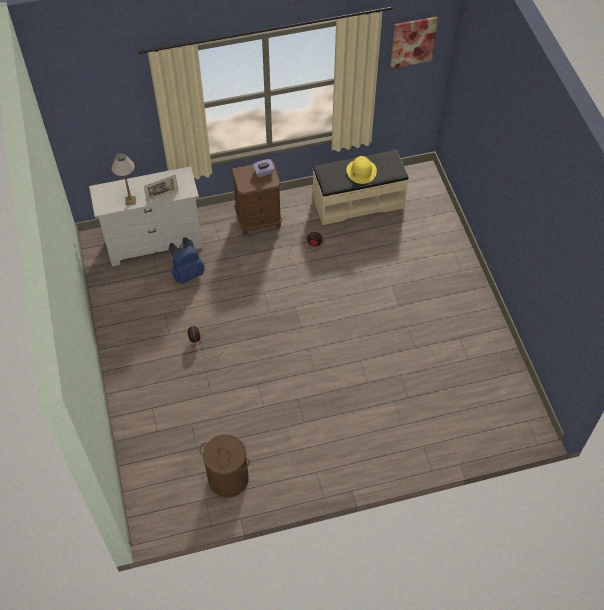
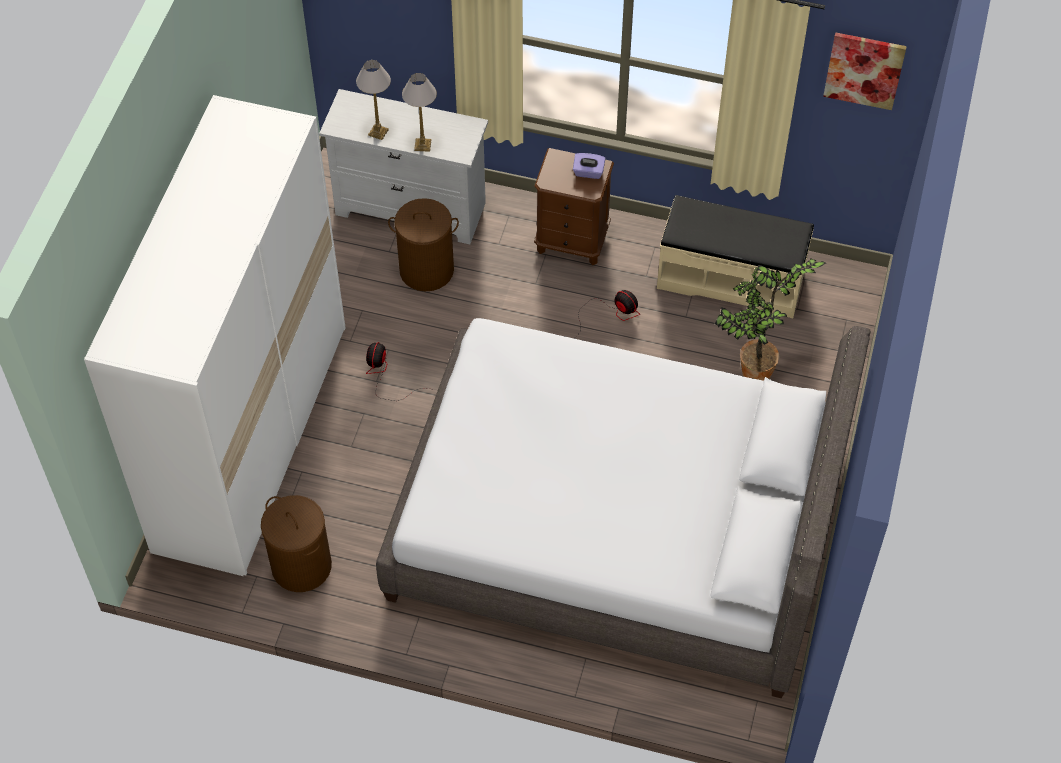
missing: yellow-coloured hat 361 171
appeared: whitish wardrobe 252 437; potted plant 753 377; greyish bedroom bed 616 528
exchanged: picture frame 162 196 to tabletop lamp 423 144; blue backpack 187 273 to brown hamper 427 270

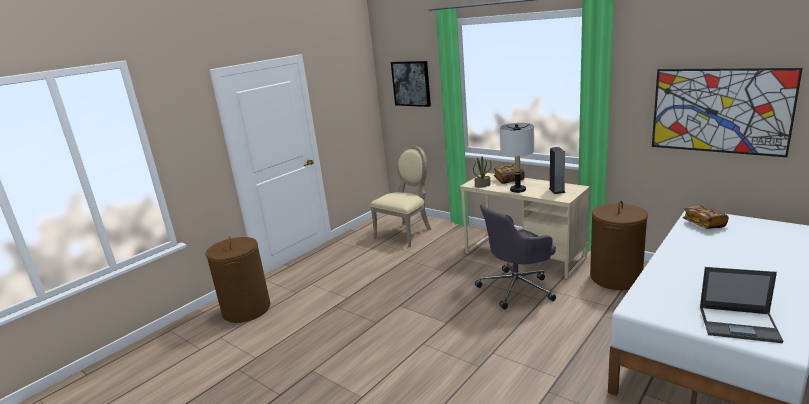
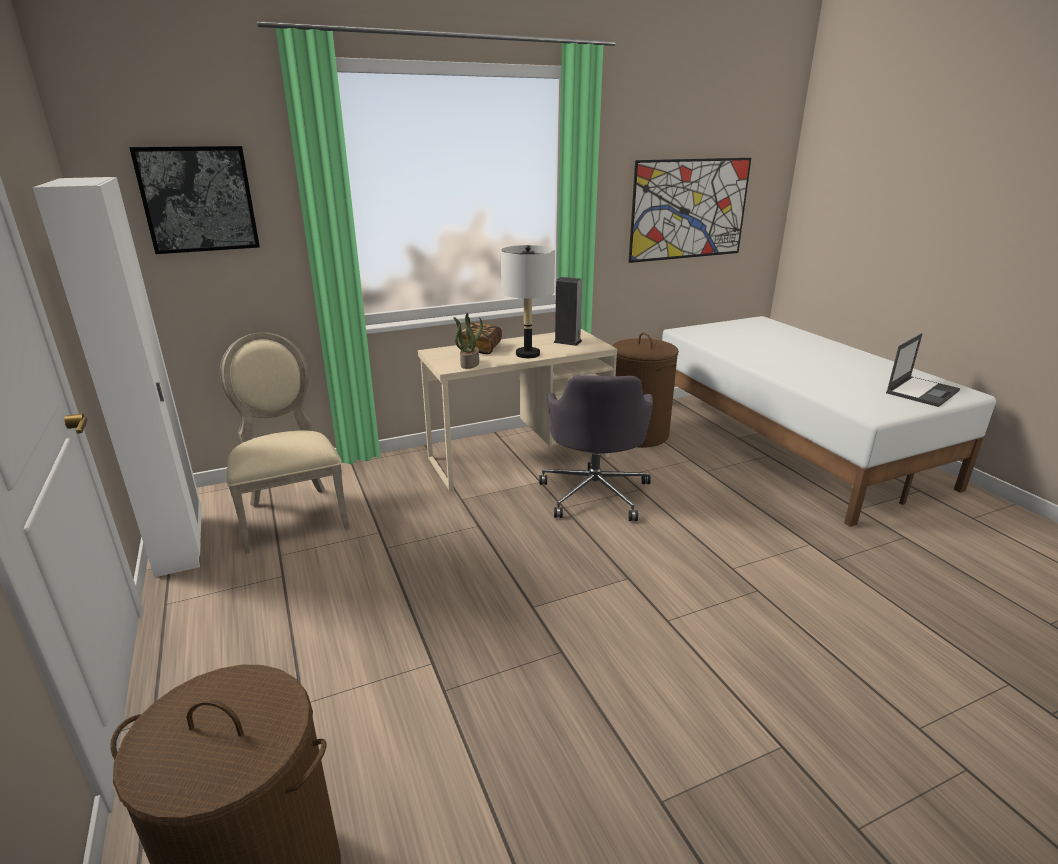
missing: book 703 224
appeared: whitish wardrobe 181 544

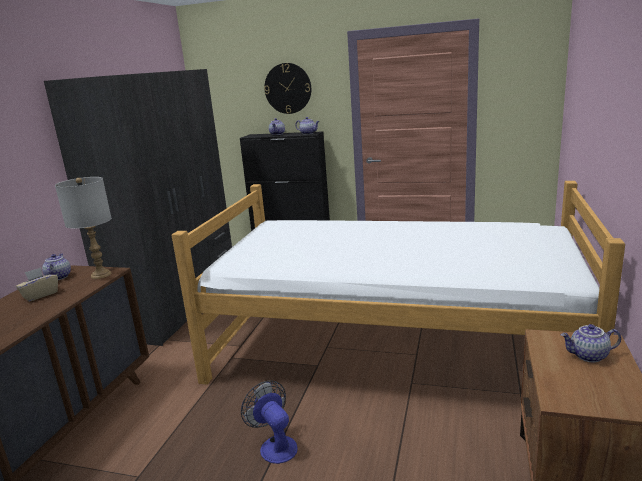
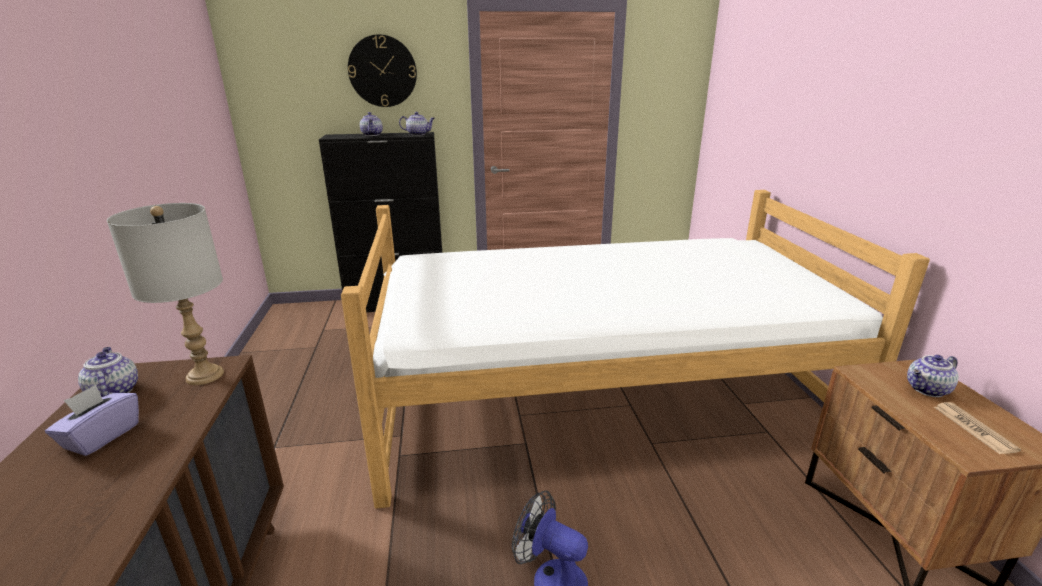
missing: greyish wardrobe 179 304
appeared: printed paper 974 428
colour: sand-coloured box of tissues 40 295 to purple-coloured box of tissues 102 436

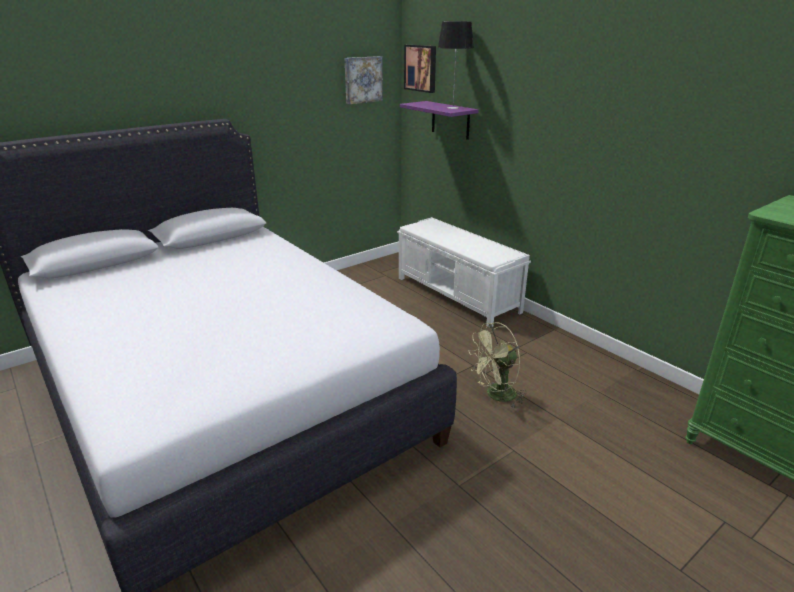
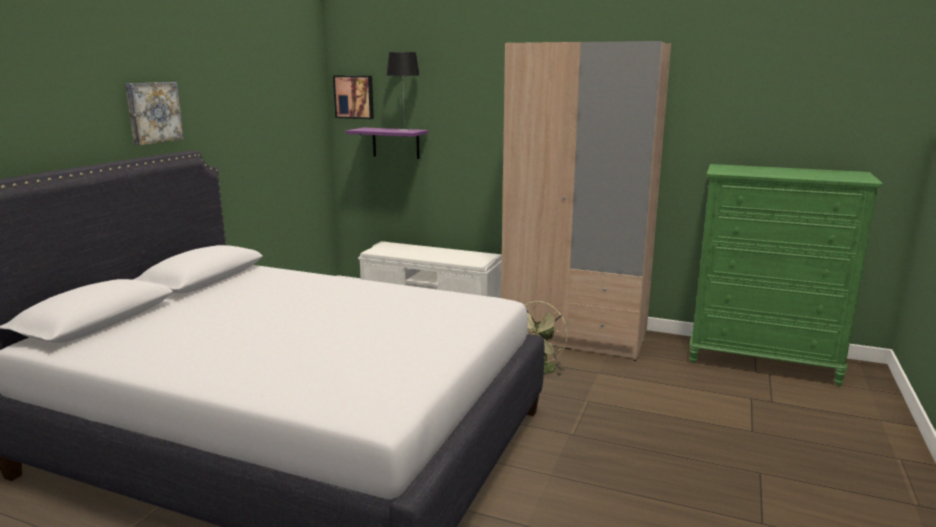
appeared: sand-coloured wardrobe 575 336
relocated: picture 362 79 to 153 112

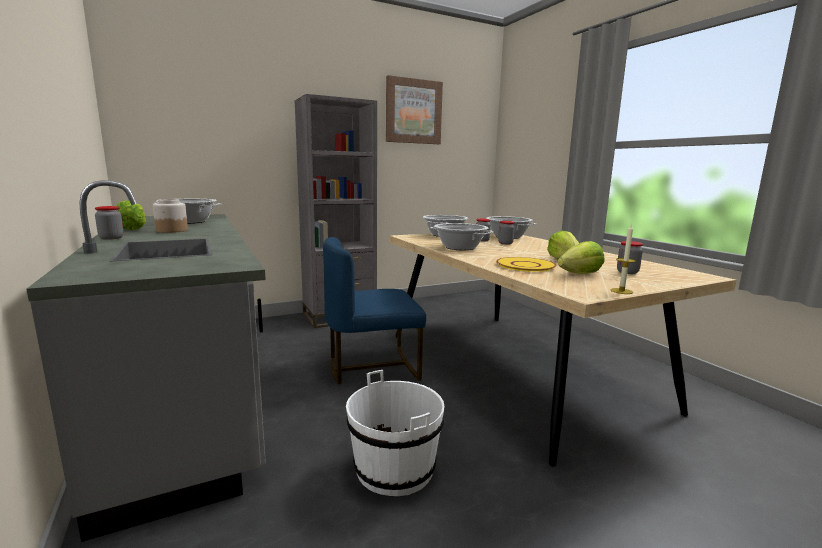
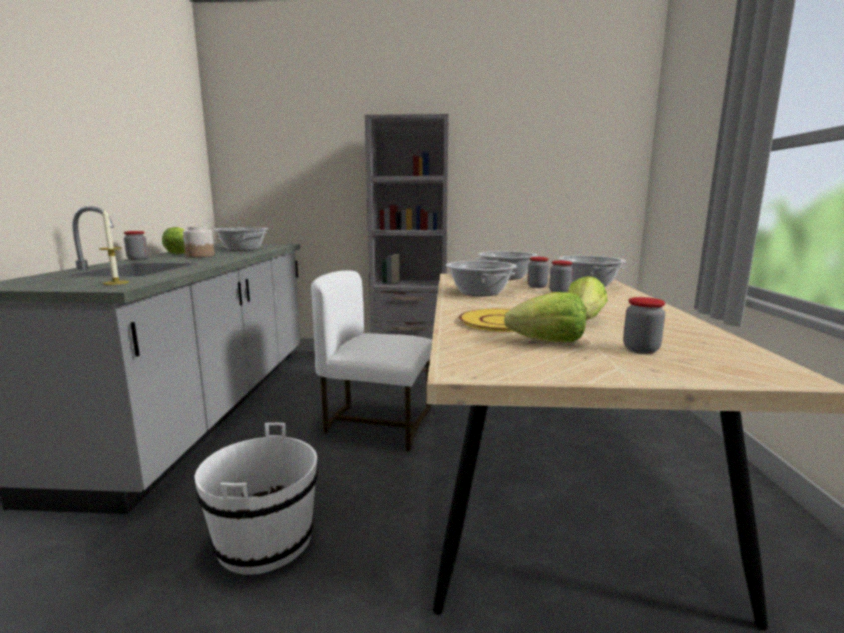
missing: picture 413 111
relocated: wax candle 621 291 to 116 283
colour: blue chair 372 367 to whitish chair 377 423

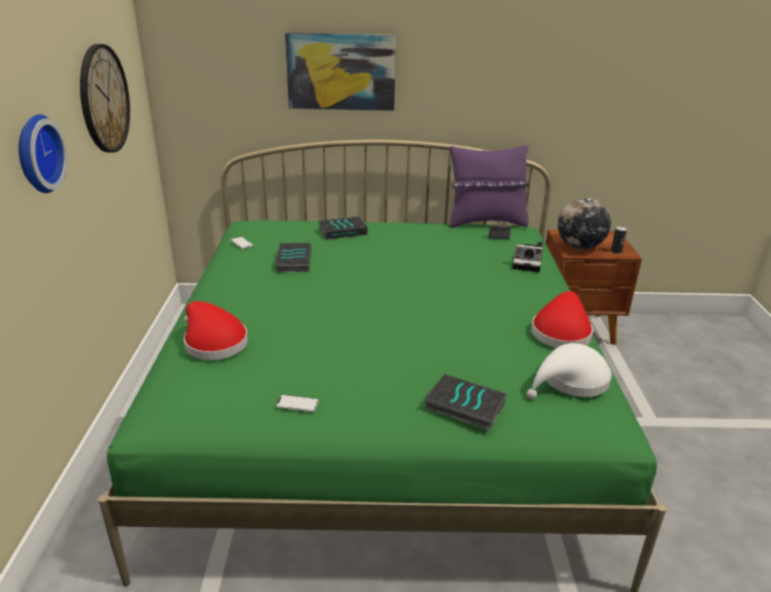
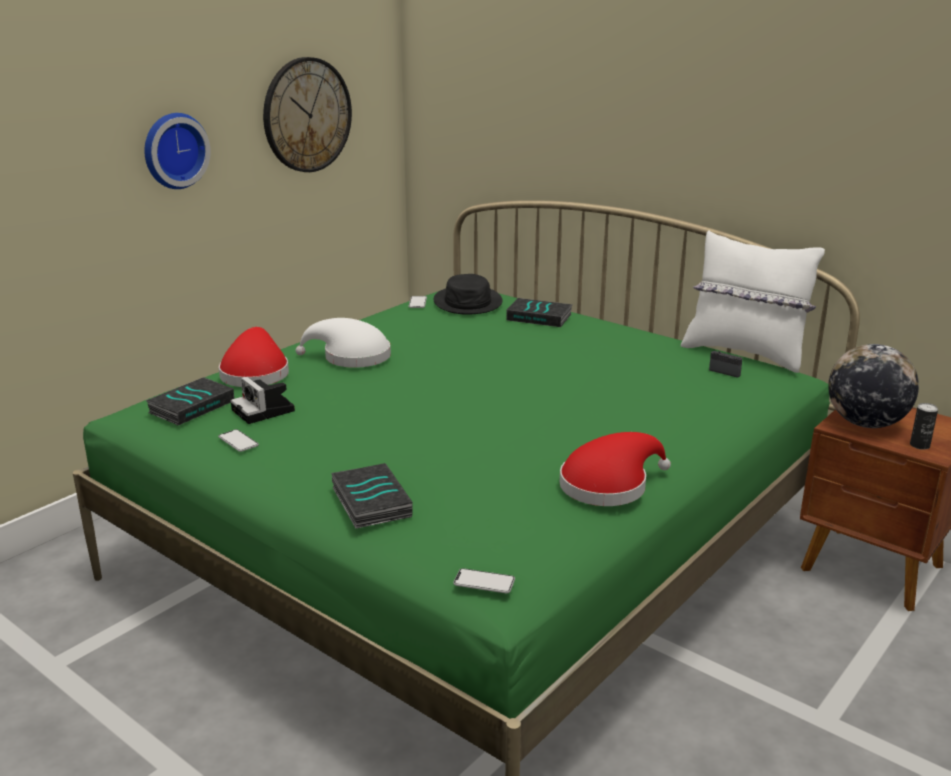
missing: picture 341 72
appeared: black-coloured hat 468 302; telephone 484 582
relocated: still camera 528 263 to 265 411; book 293 261 to 191 406; whitish hat 570 381 to 351 357
colour: purple-coloured pillow 486 222 to whitish pillow 745 354

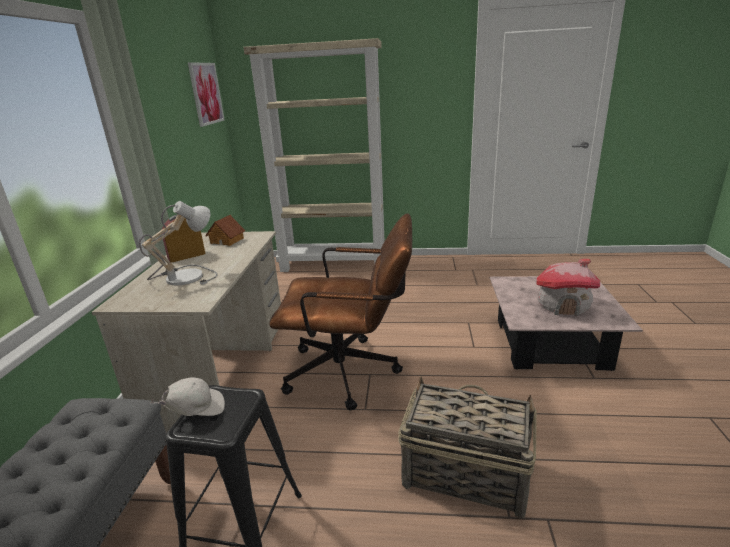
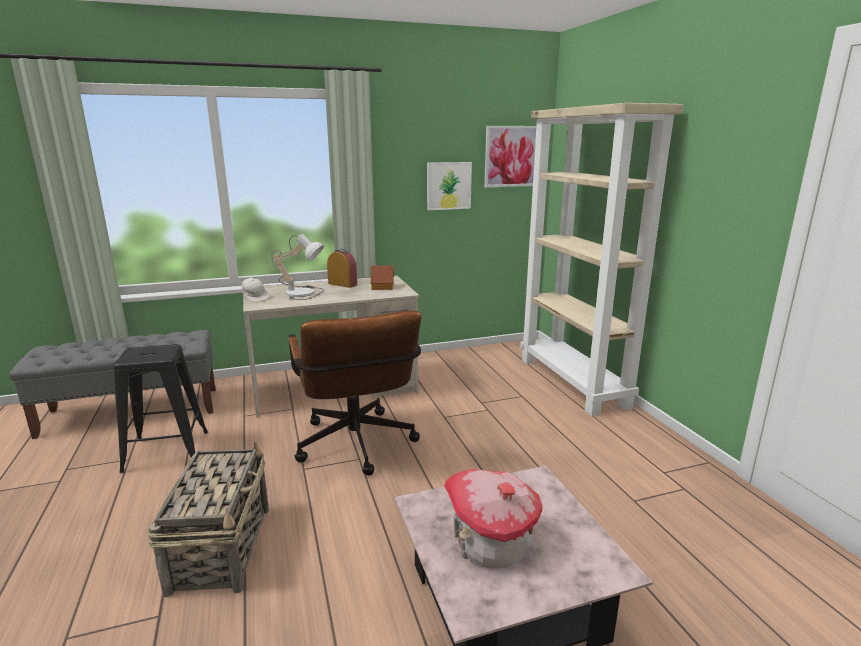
appeared: picture 449 186
relocated: whitish baseball cap 196 410 to 255 298

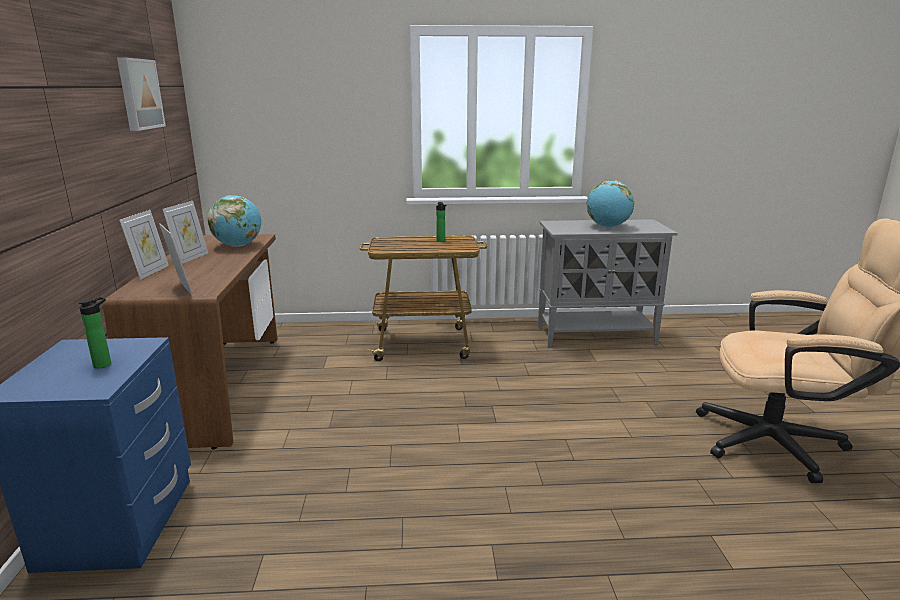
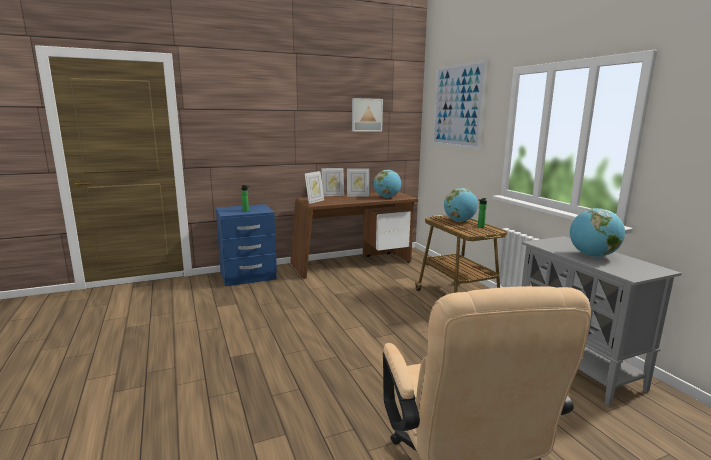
appeared: picture 457 106; world globe 459 221

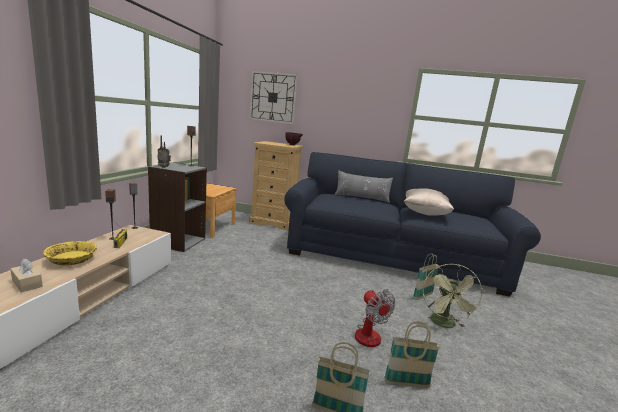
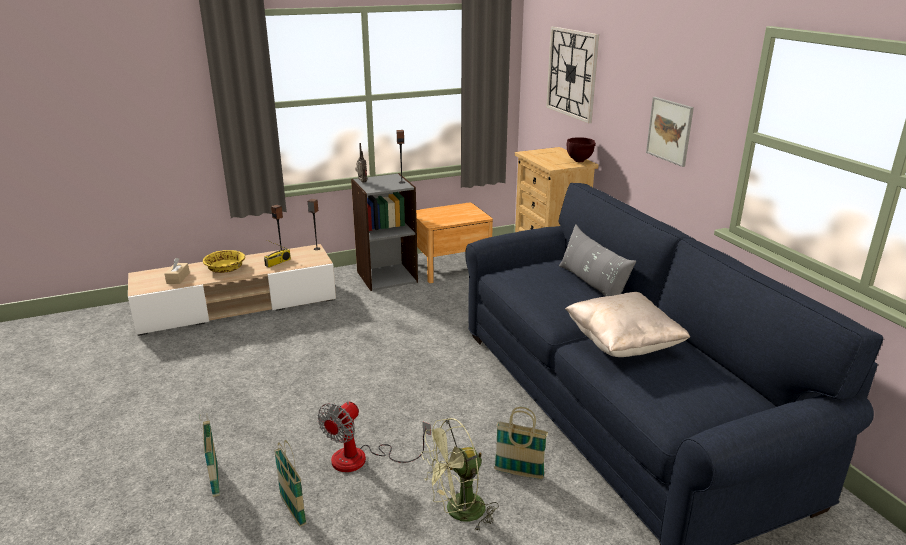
appeared: picture 669 131

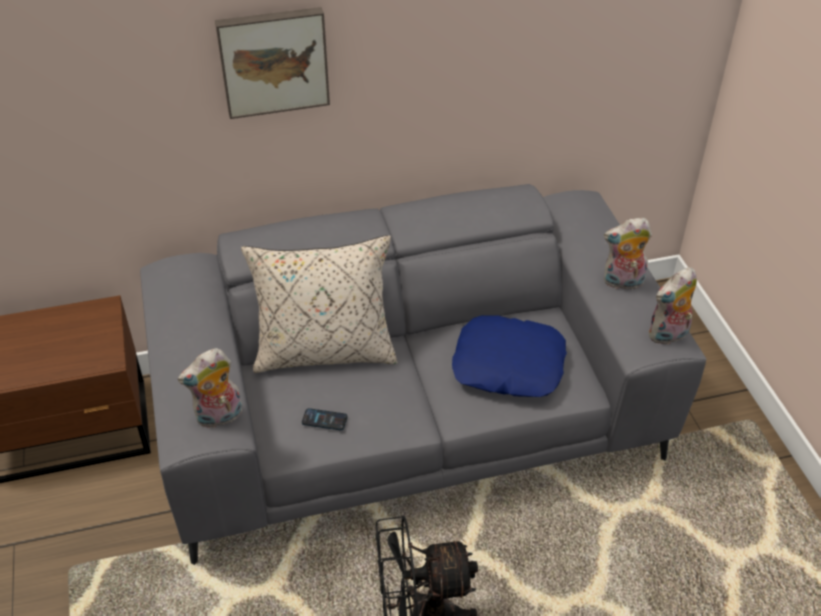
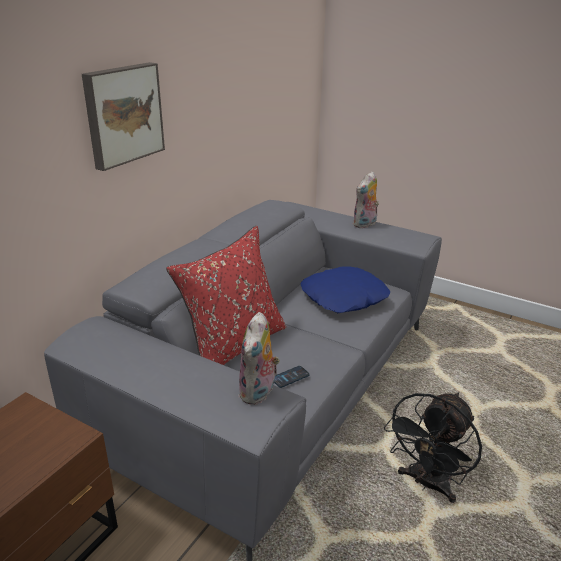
missing: cuddly toy 668 336
colour: sand-coloured pillow 324 351 to red pillow 233 345

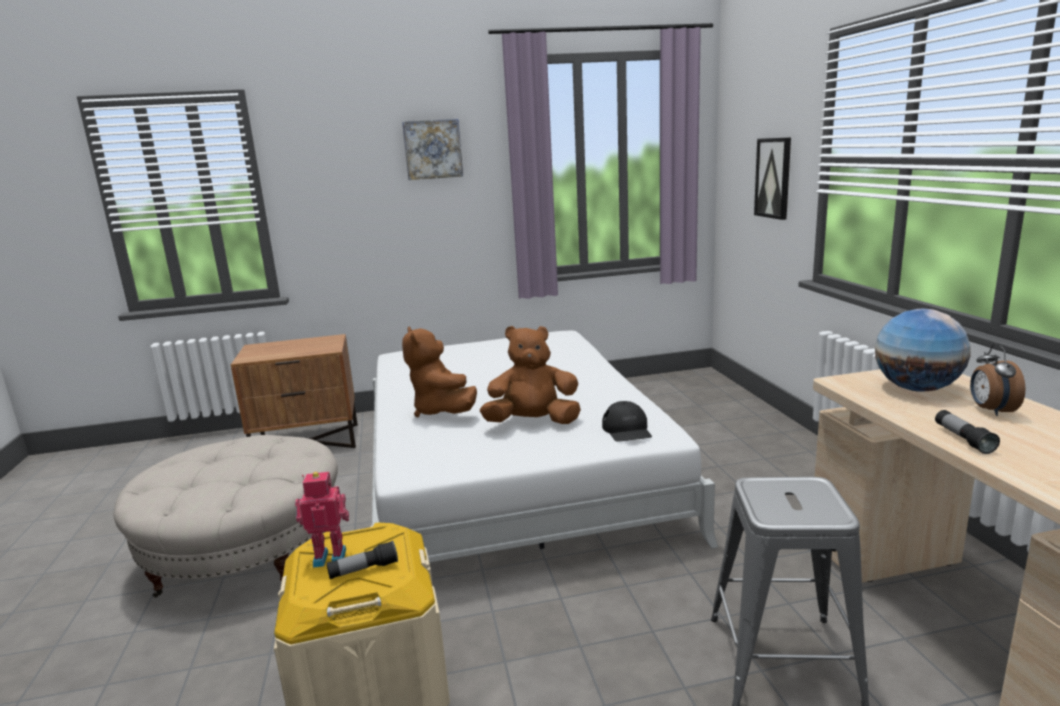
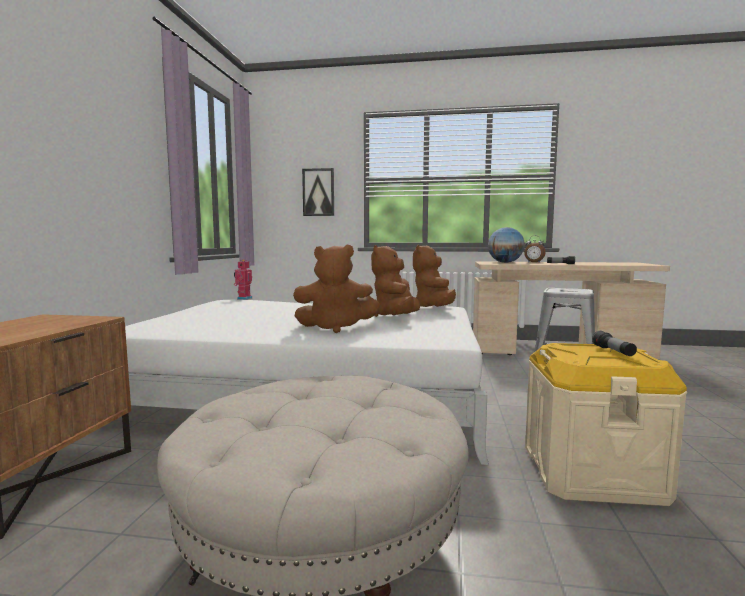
missing: picture 432 149
relocated: robot figure 330 556 to 243 298
exchanged: black-coloured baseball cap 627 430 to brown cuddly toy 434 309

